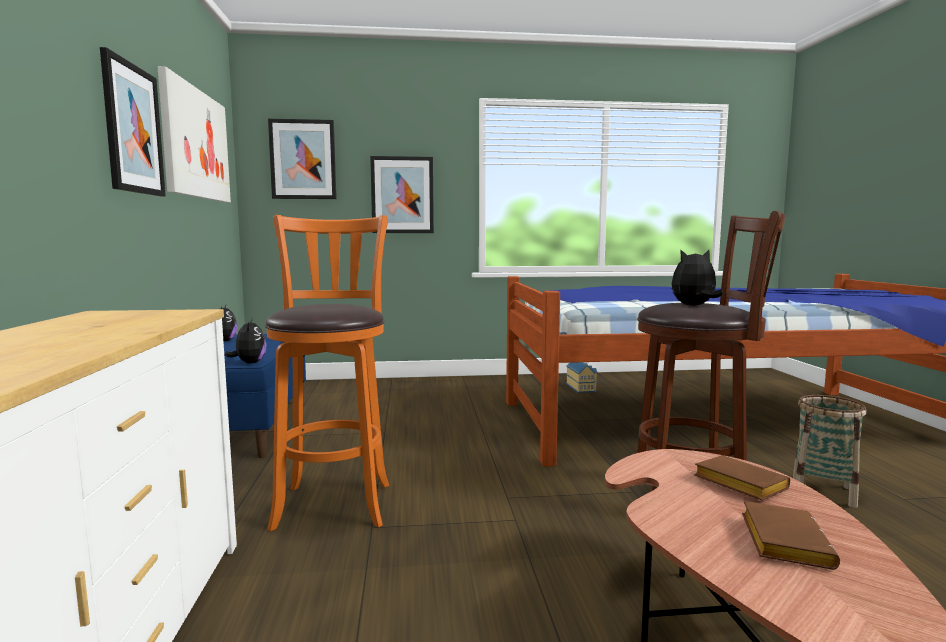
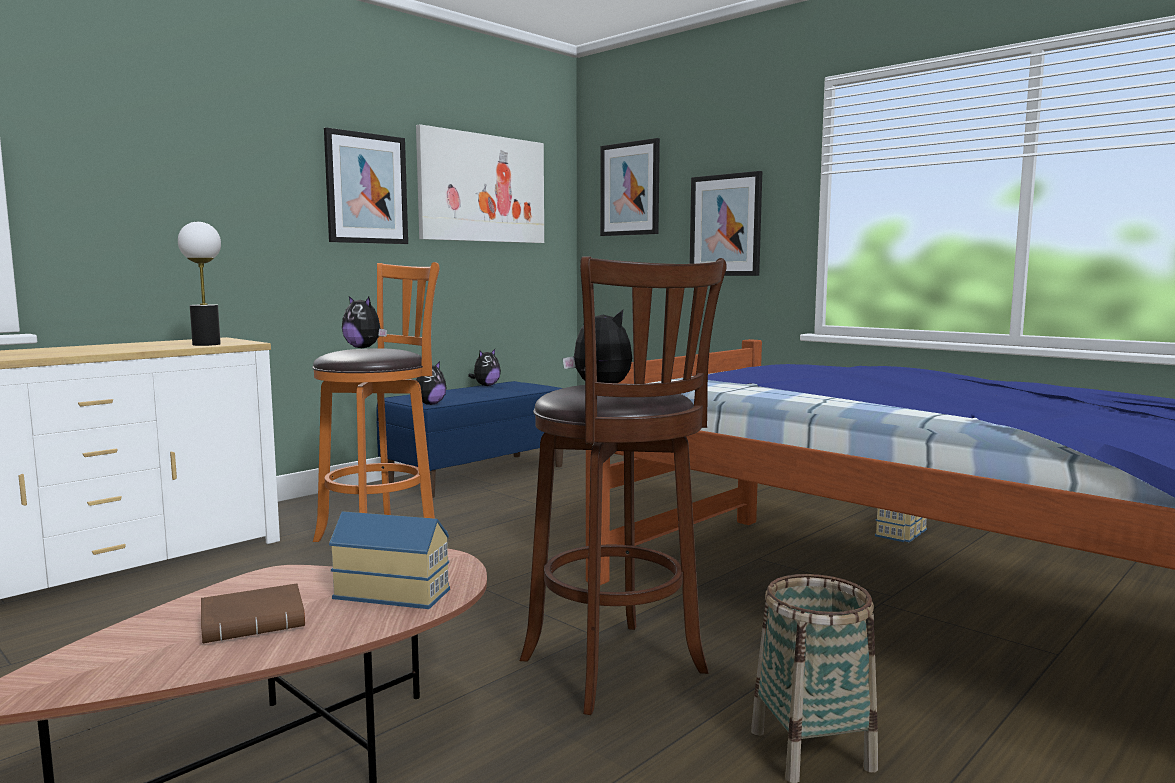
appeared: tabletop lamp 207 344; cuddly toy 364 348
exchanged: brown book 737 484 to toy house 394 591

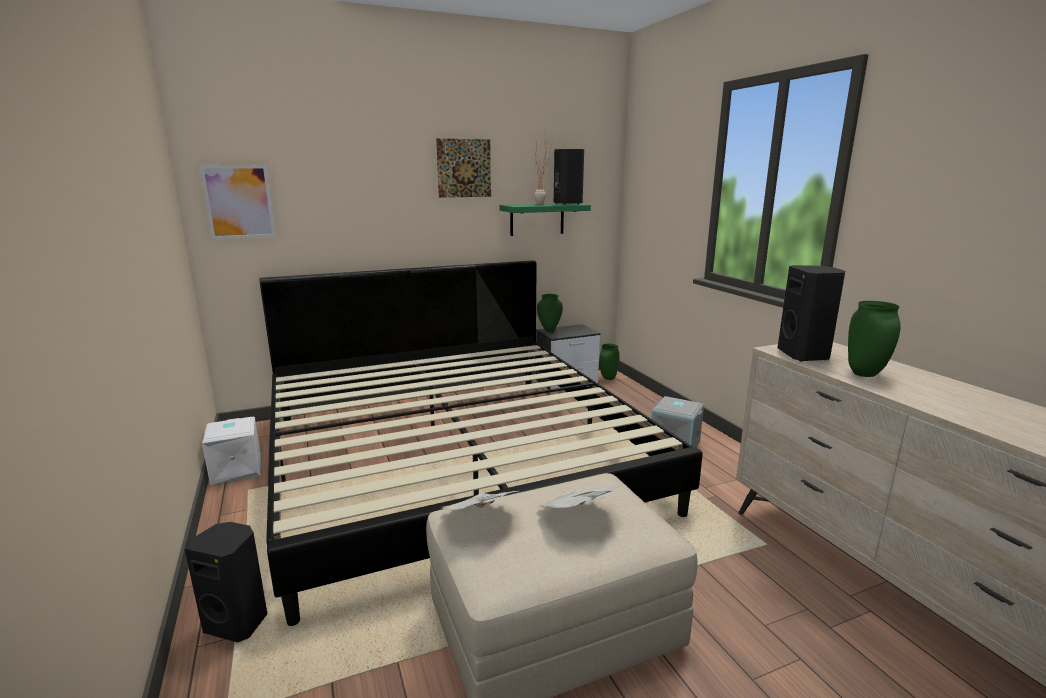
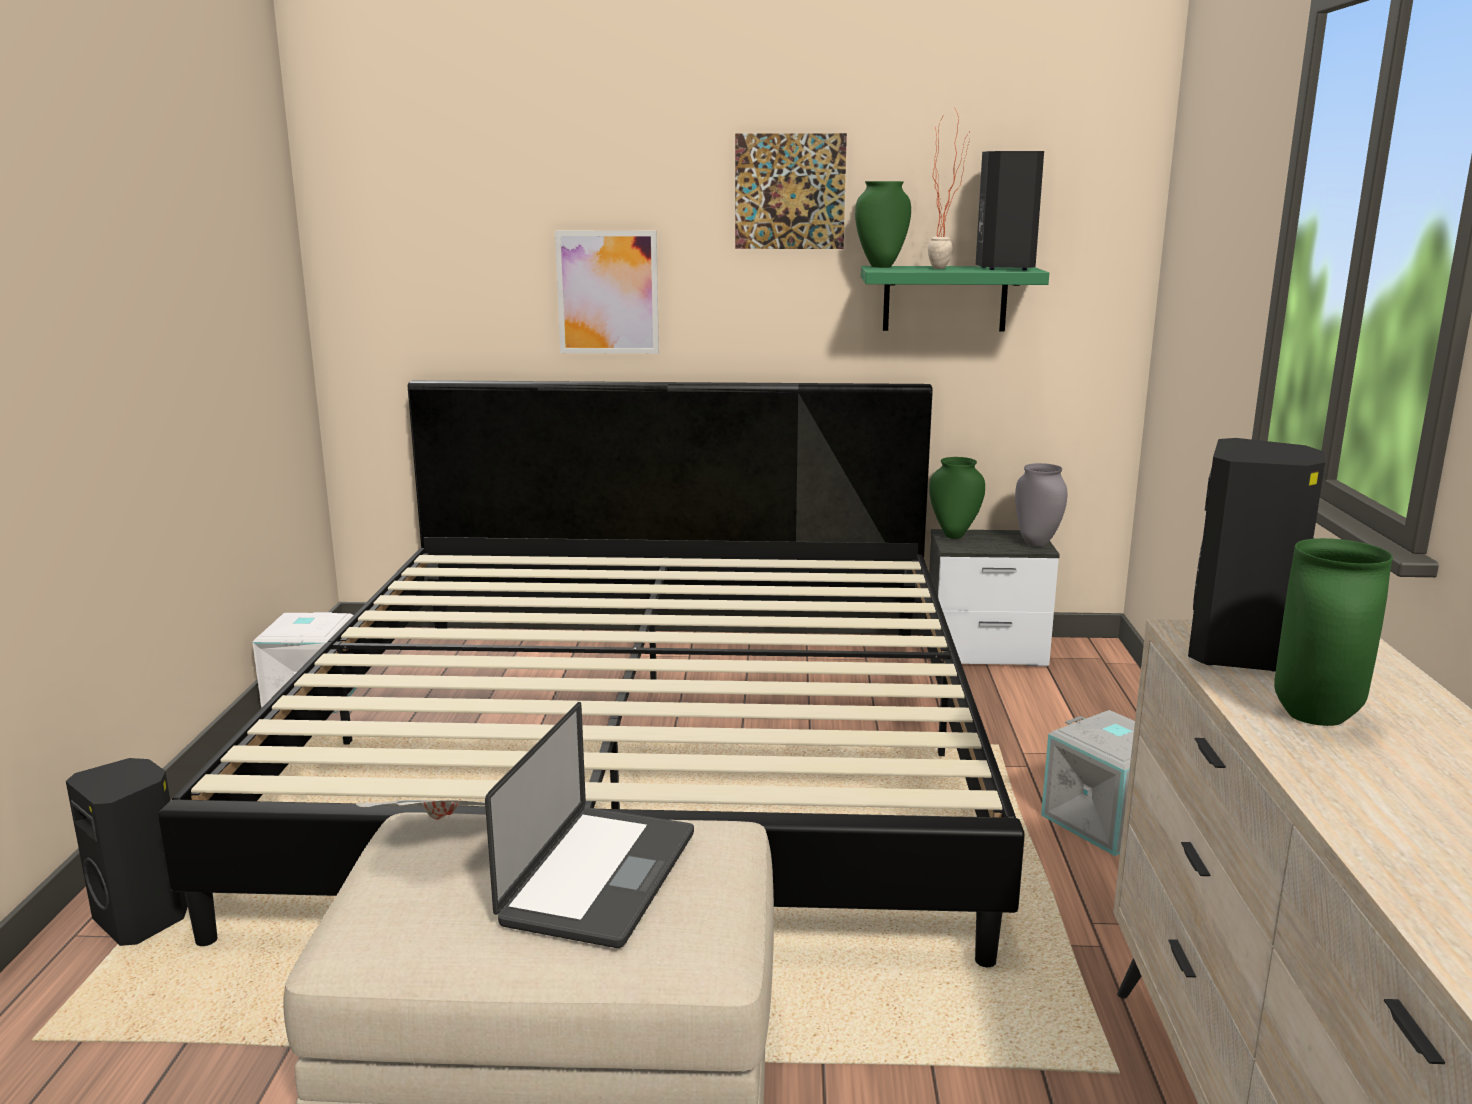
appeared: greyish decorative vase 1036 544
relocated: picture 239 202 to 607 292; green decorative vase 608 378 to 880 266
exchanged: printed paper 578 515 to notebook computer 600 877

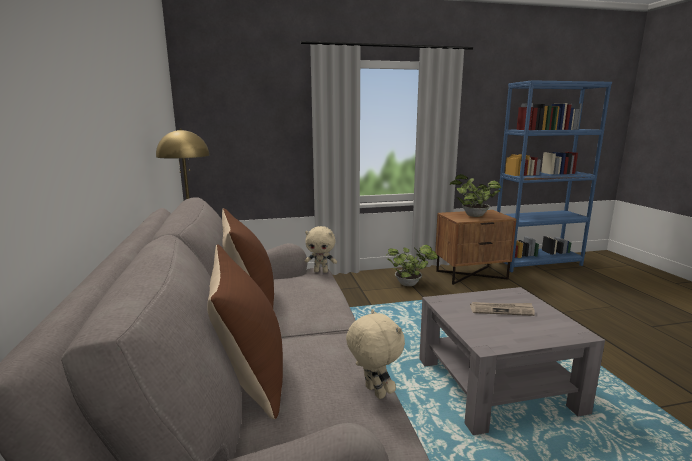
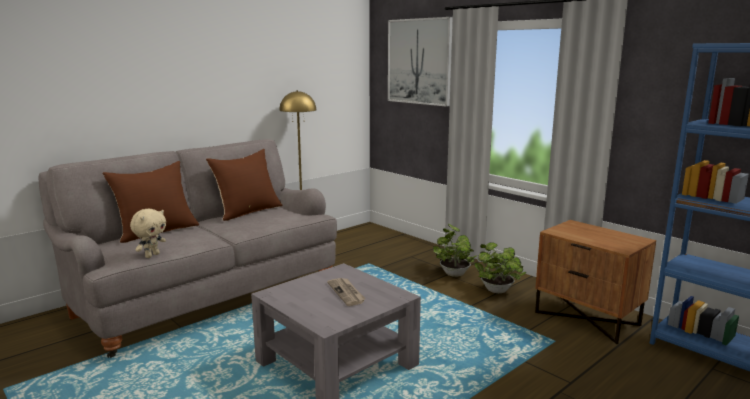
missing: sand-coloured cuddly toy 321 271
appeared: picture 419 61
relocated: potted plant 472 215 to 453 273

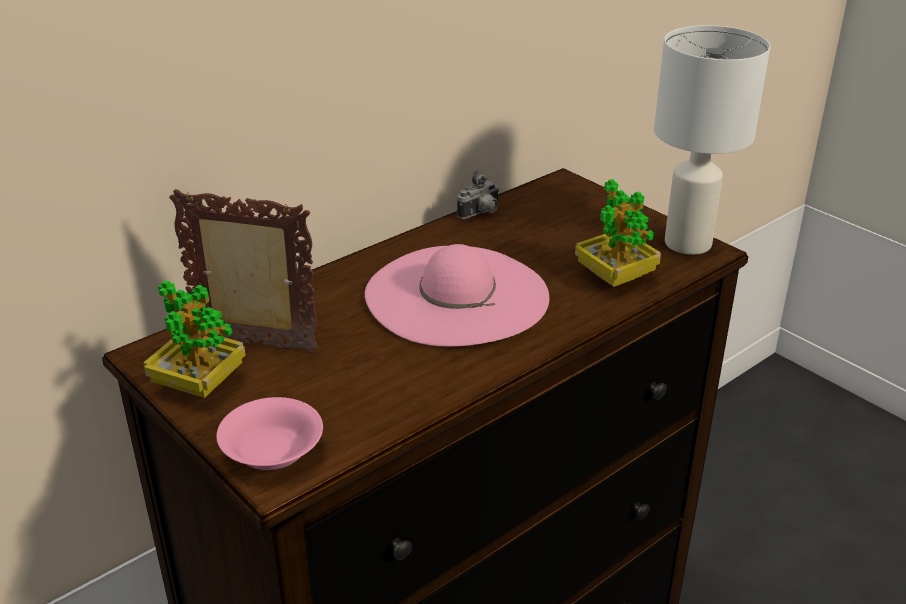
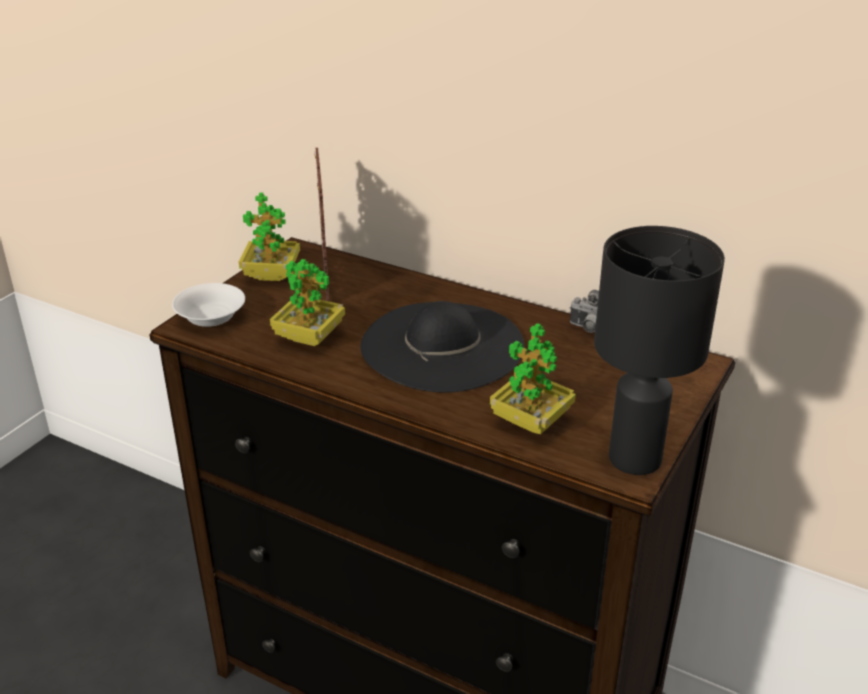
appeared: potted plant 309 337
colour: whitish tabletop lamp 689 243 to black-coloured tabletop lamp 635 459; pink-coloured hat 456 295 to black-coloured hat 442 345; pink-coloured deep dish 271 452 to whitish deep dish 211 317

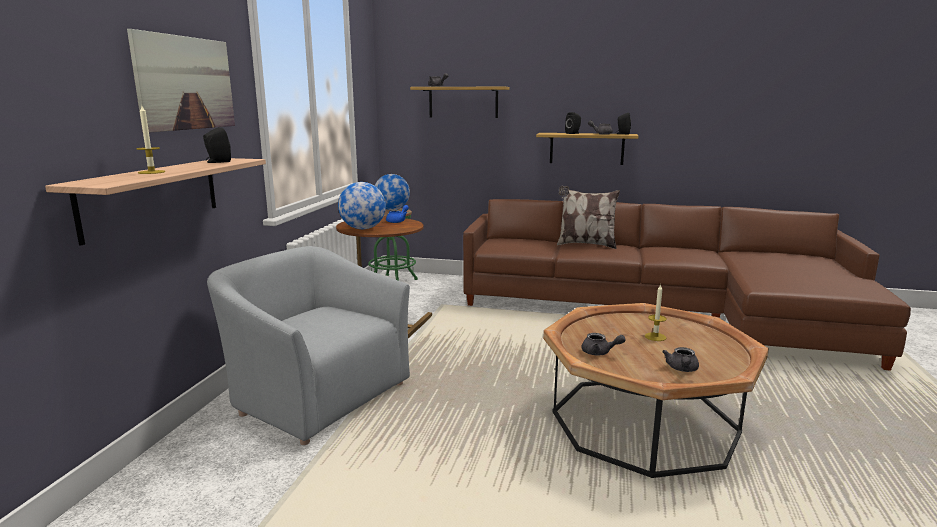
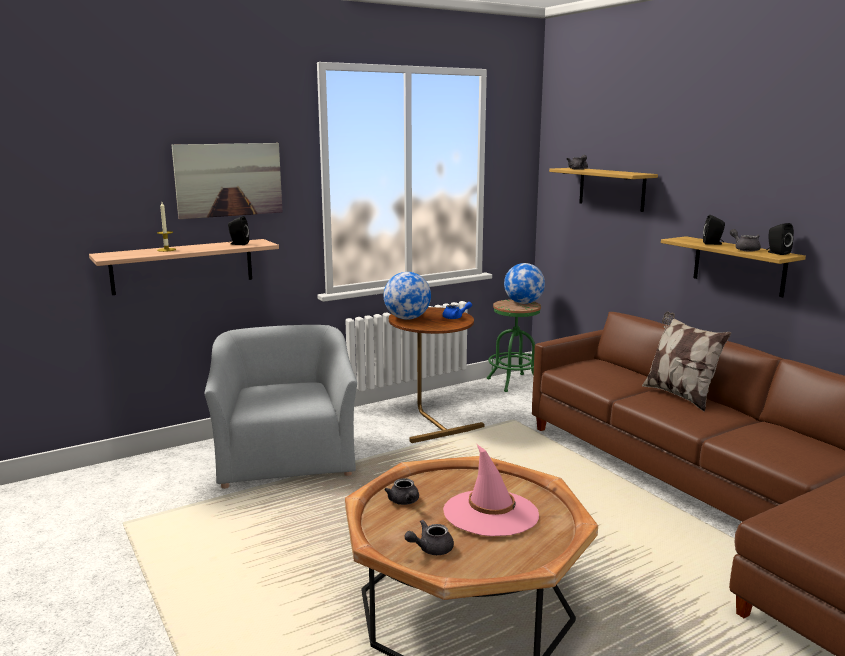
exchanged: wax candle 655 337 to pink-coloured hat 490 513

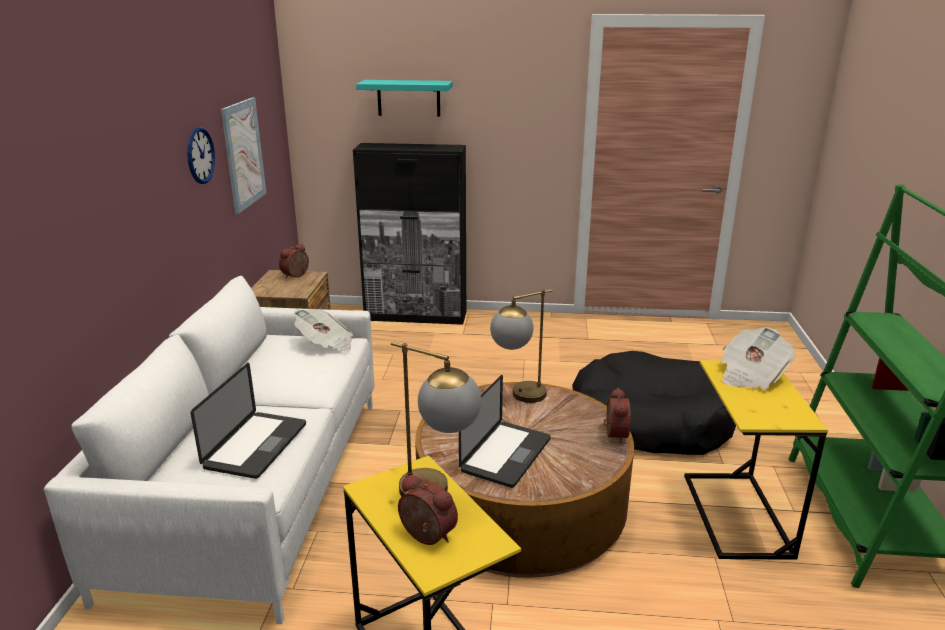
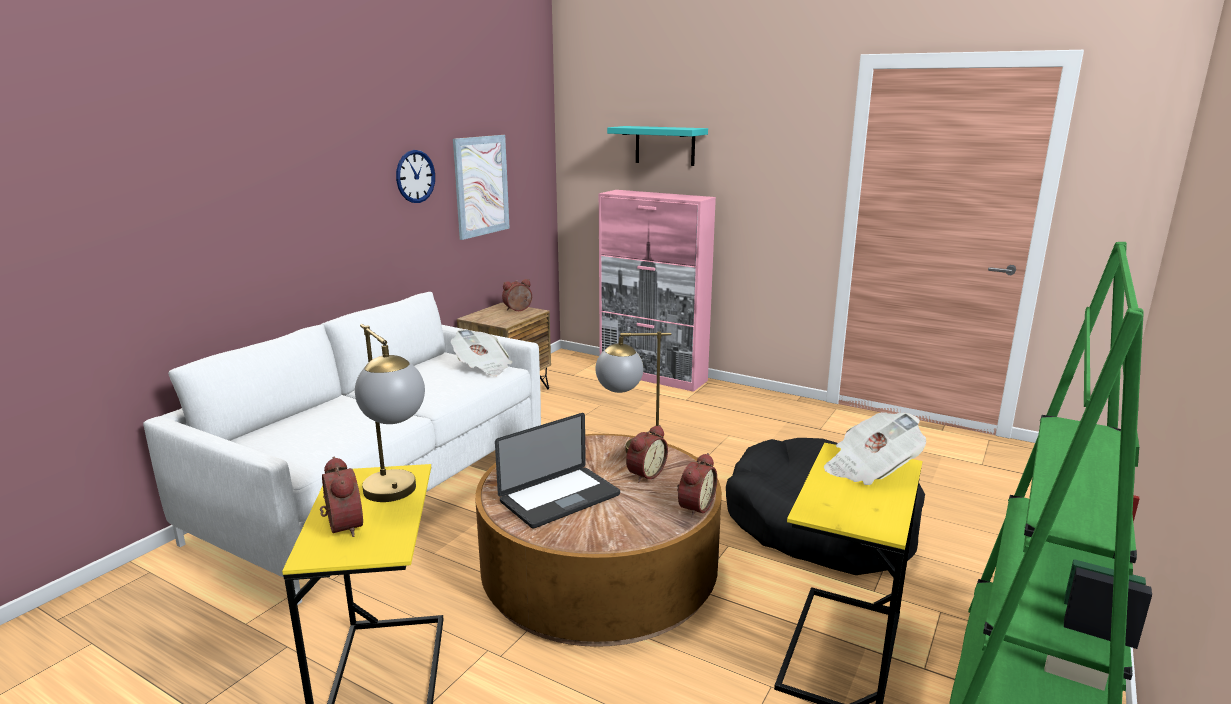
missing: notebook computer 256 446
appeared: bedside clock 644 474
colour: black-coloured storage cabinet 416 316 to pink-coloured storage cabinet 653 376

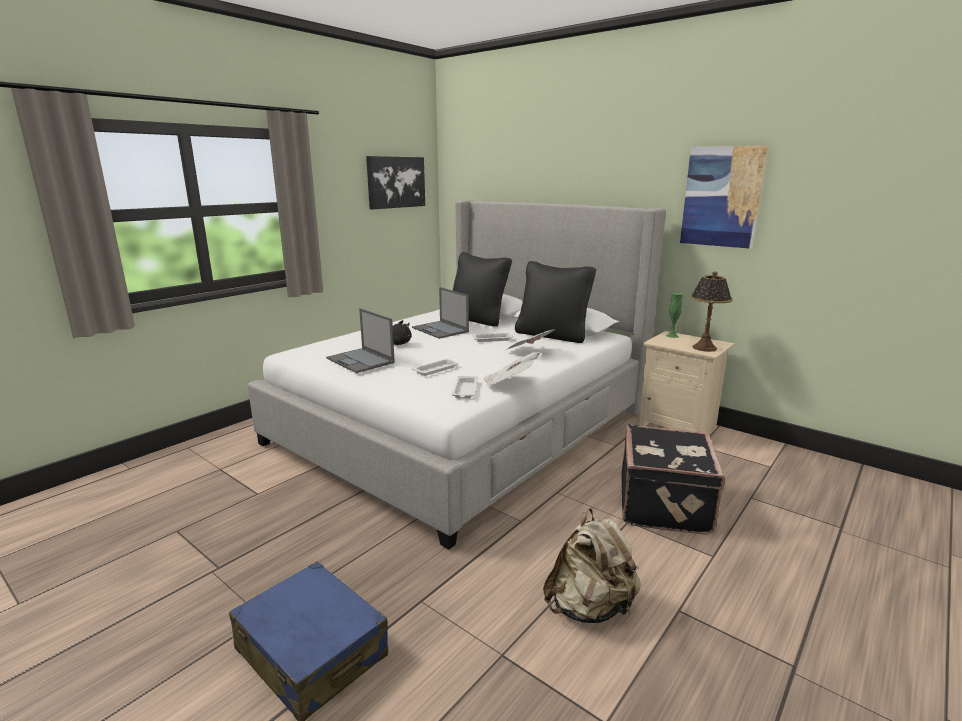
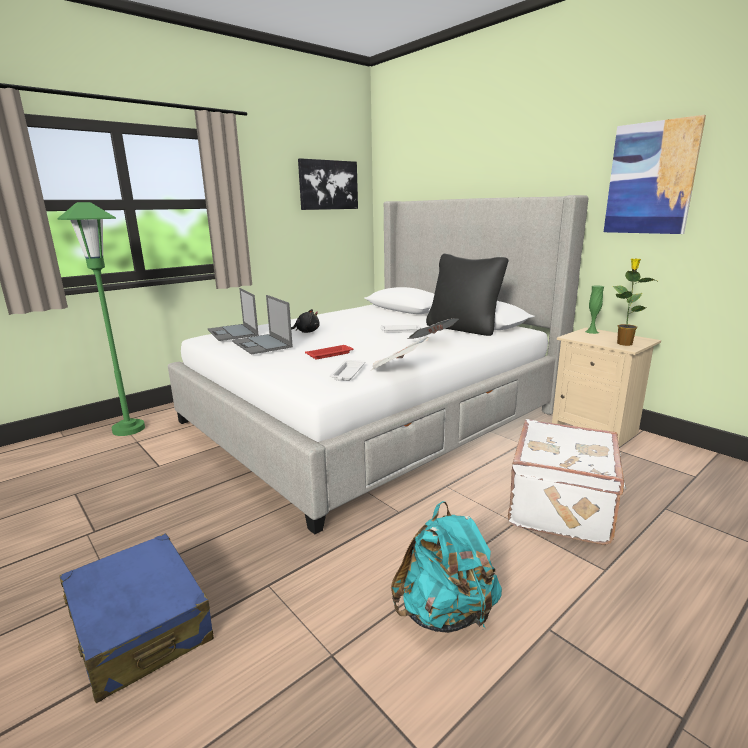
missing: black-coloured pillow 478 319
appeared: green standard lamp 129 429
relocated: notebook computer 440 330 to 233 333
exchanged: tabletop lamp 704 348 to potted plant 624 343
colour: whitish tray 436 369 to red tray 330 354; black-coloured travel case 666 504 to whitish travel case 562 508; sand-coloured backpack 589 608 to turquoise-coloured backpack 445 613

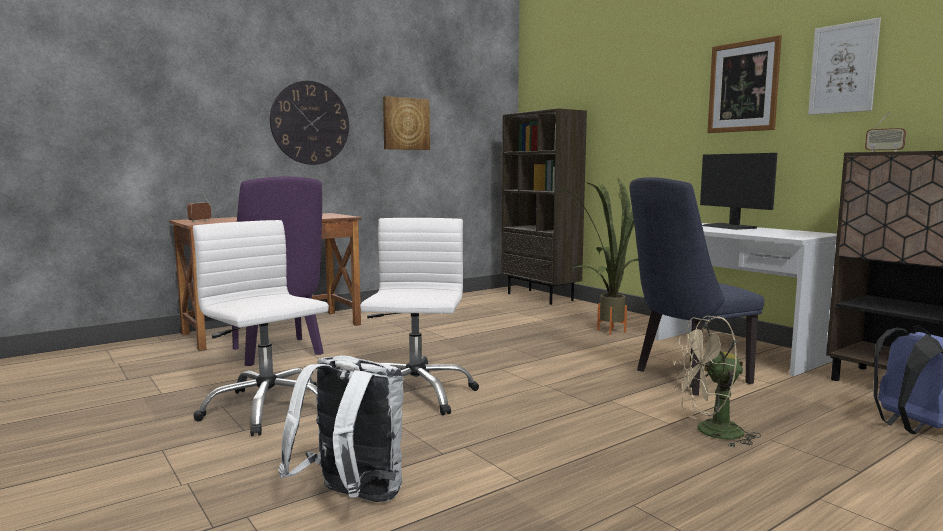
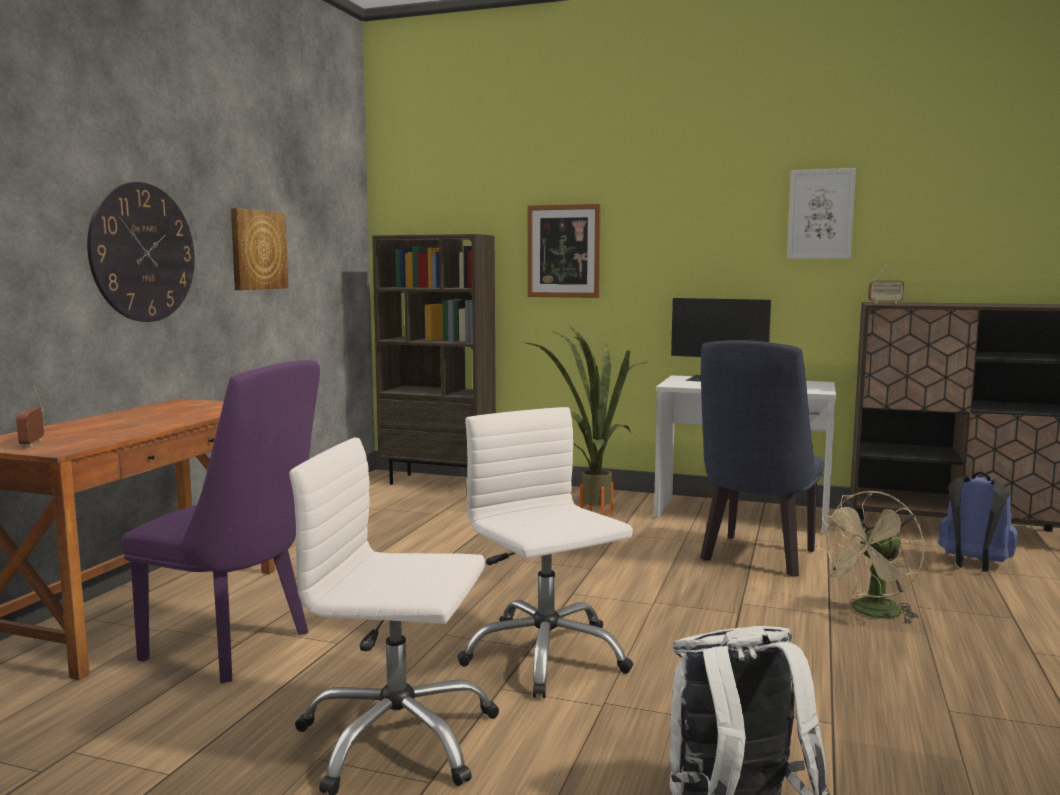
relocated: picture 743 87 to 563 251

